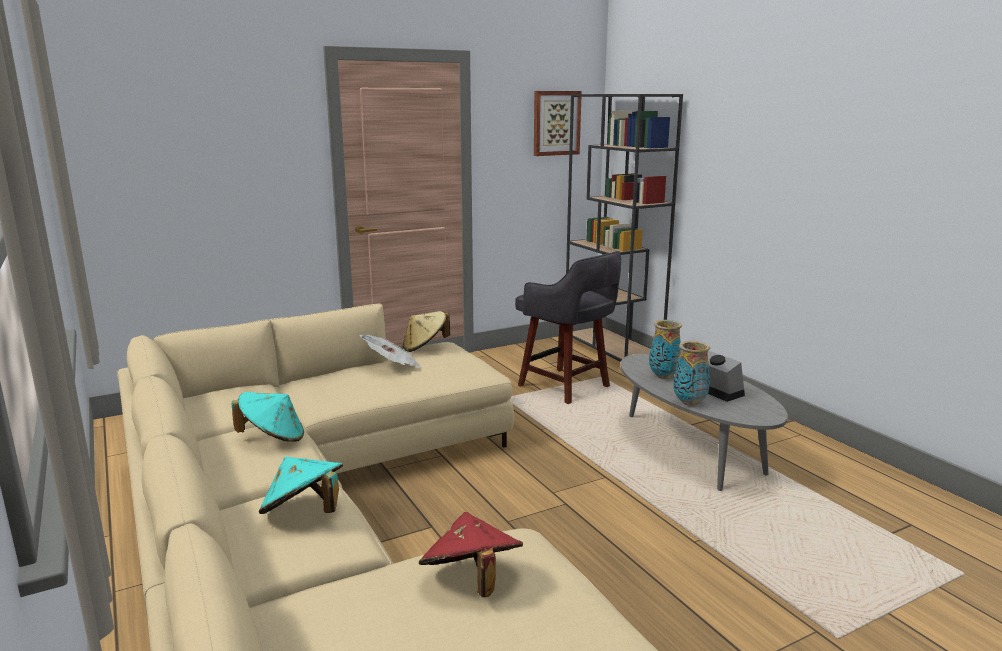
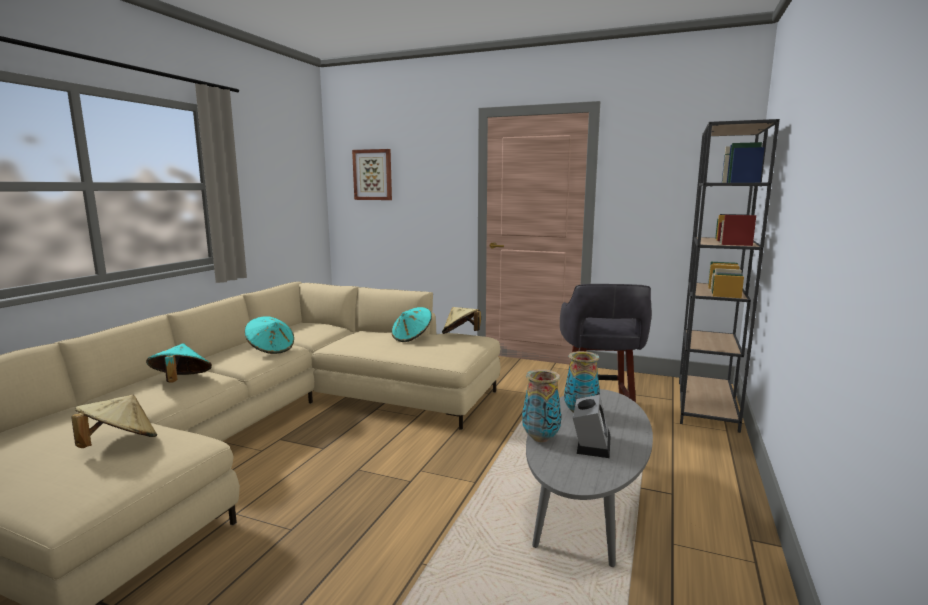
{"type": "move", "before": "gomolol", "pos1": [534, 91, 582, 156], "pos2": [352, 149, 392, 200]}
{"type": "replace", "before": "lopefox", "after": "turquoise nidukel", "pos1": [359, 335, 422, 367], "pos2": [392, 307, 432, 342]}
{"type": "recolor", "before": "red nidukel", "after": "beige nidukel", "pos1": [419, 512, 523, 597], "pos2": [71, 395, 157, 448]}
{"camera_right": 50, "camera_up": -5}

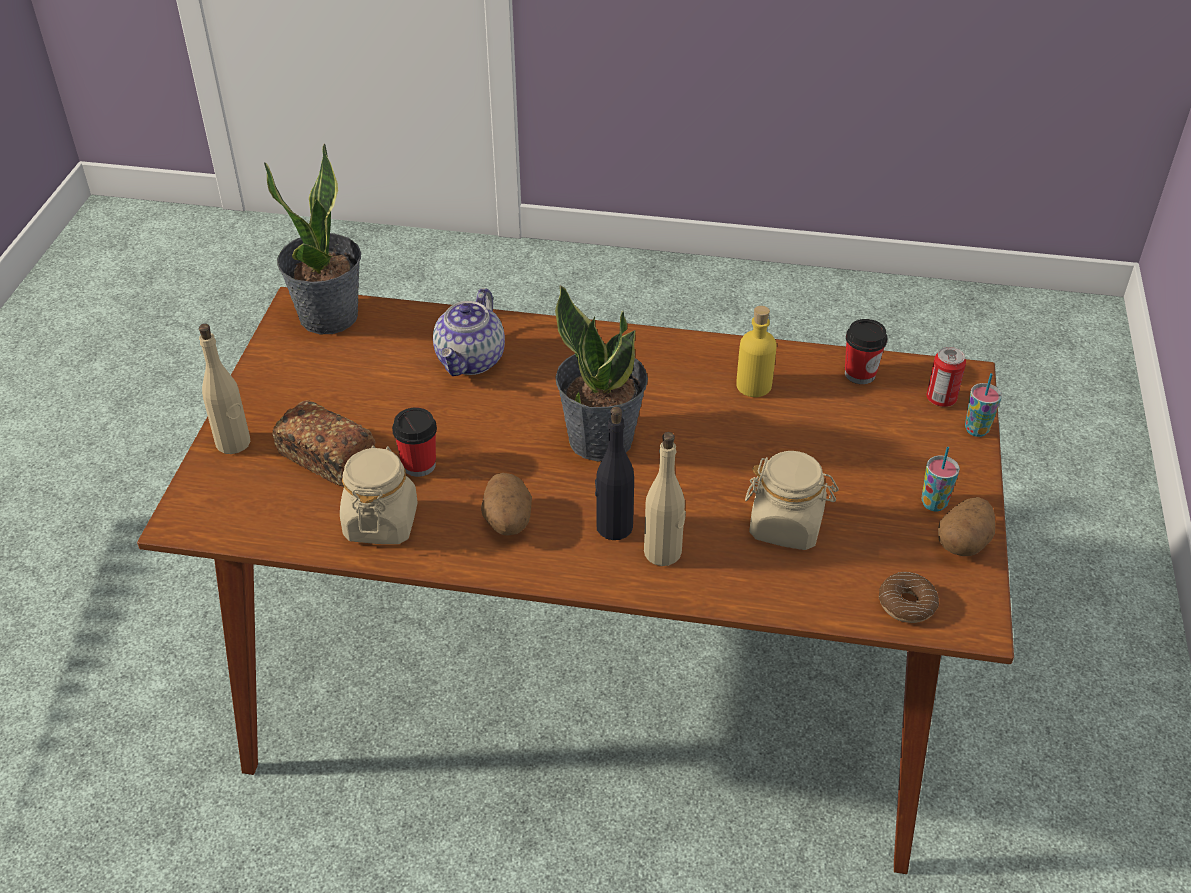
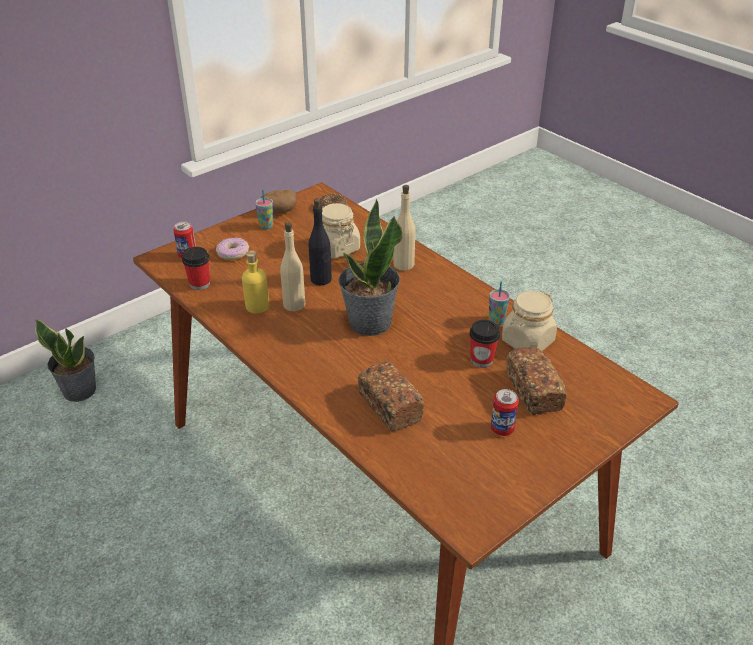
{"type": "move", "before": "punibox", "pos1": [264, 144, 361, 334], "pos2": [35, 319, 96, 402]}
{"type": "replace", "before": "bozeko", "after": "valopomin", "pos1": [433, 288, 505, 376], "pos2": [358, 362, 424, 432]}
{"type": "move", "before": "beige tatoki", "pos1": [199, 324, 250, 454], "pos2": [280, 222, 305, 311]}
{"type": "move", "before": "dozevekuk", "pos1": [965, 373, 1002, 437], "pos2": [489, 281, 510, 325]}
{"type": "move", "before": "black tatoki", "pos1": [595, 407, 634, 540], "pos2": [309, 198, 332, 286]}
{"type": "delete", "before": "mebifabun", "pos1": [481, 473, 532, 536]}
{"type": "insert", "after": "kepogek", "pos2": [216, 237, 249, 260]}
{"type": "insert", "after": "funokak", "pos2": [491, 389, 519, 436]}
{"camera_right": -140, "camera_up": -5}

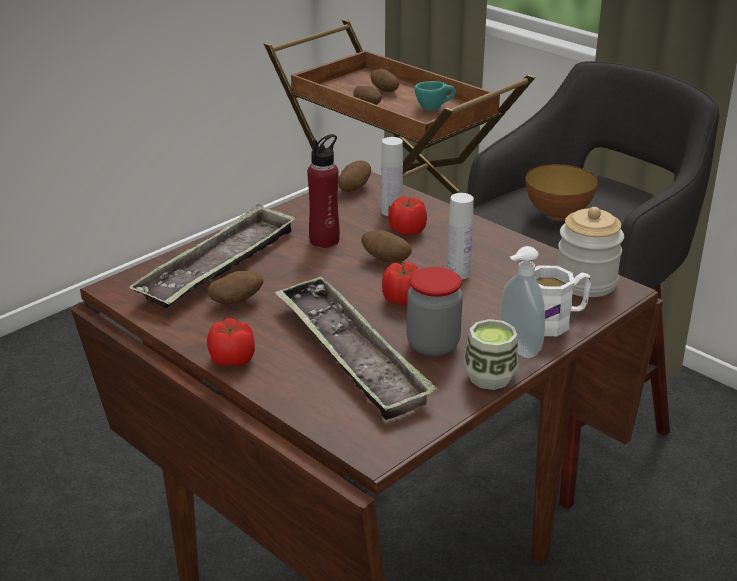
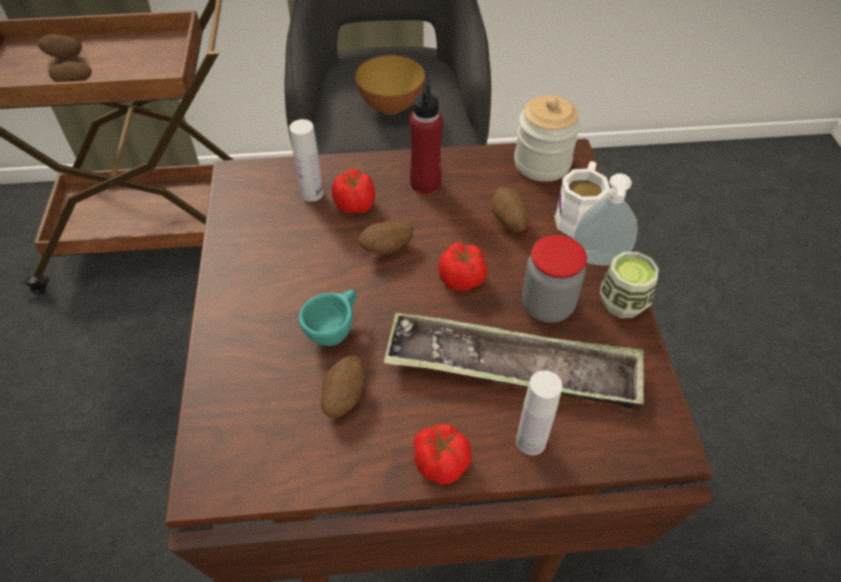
{"type": "move", "before": "turquoise dozevekuk", "pos1": [414, 81, 456, 110], "pos2": [299, 290, 357, 346]}
{"type": "move", "before": "red tatoki", "pos1": [307, 134, 340, 248], "pos2": [409, 78, 443, 194]}
{"type": "move", "before": "mebifabun", "pos1": [338, 160, 371, 192], "pos2": [492, 186, 530, 232]}
{"type": "move", "before": "white tatoki", "pos1": [447, 193, 474, 280], "pos2": [516, 370, 562, 455]}
{"type": "delete", "before": "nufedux", "pos1": [129, 204, 296, 308]}
{"camera_right": -50, "camera_up": 20}

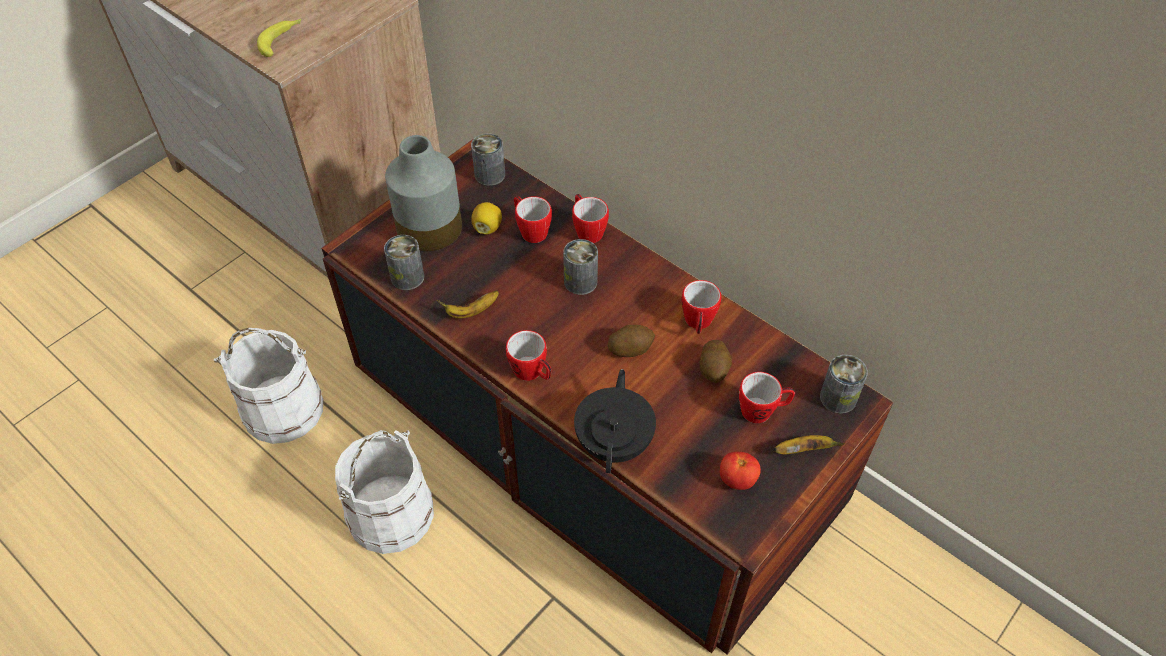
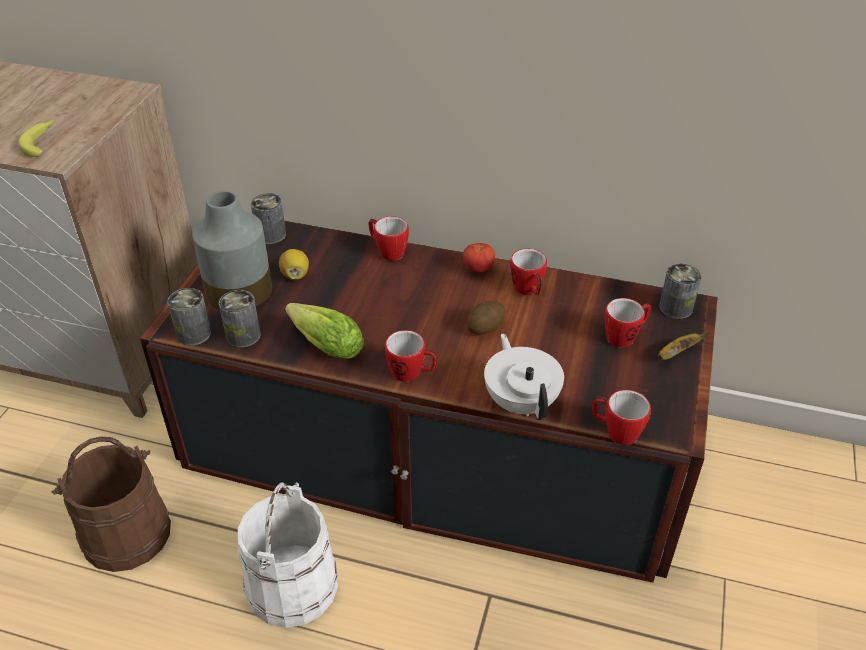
{"type": "move", "before": "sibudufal", "pos1": [514, 196, 552, 243], "pos2": [592, 390, 651, 445]}
{"type": "move", "before": "funokak", "pos1": [563, 239, 598, 295], "pos2": [167, 288, 211, 346]}
{"type": "replace", "before": "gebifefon", "after": "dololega", "pos1": [437, 290, 499, 318], "pos2": [285, 303, 364, 359]}
{"type": "recolor", "before": "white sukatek", "after": "brown sukatek", "pos1": [214, 328, 323, 444], "pos2": [51, 437, 171, 572]}
{"type": "delete", "before": "mebifabun", "pos1": [699, 340, 732, 383]}
{"type": "recolor", "before": "black bozeko", "after": "white bozeko", "pos1": [574, 369, 656, 473], "pos2": [484, 334, 564, 420]}
{"type": "move", "before": "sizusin", "pos1": [720, 452, 761, 490], "pos2": [463, 243, 495, 273]}
{"camera_right": -25, "camera_up": -10}

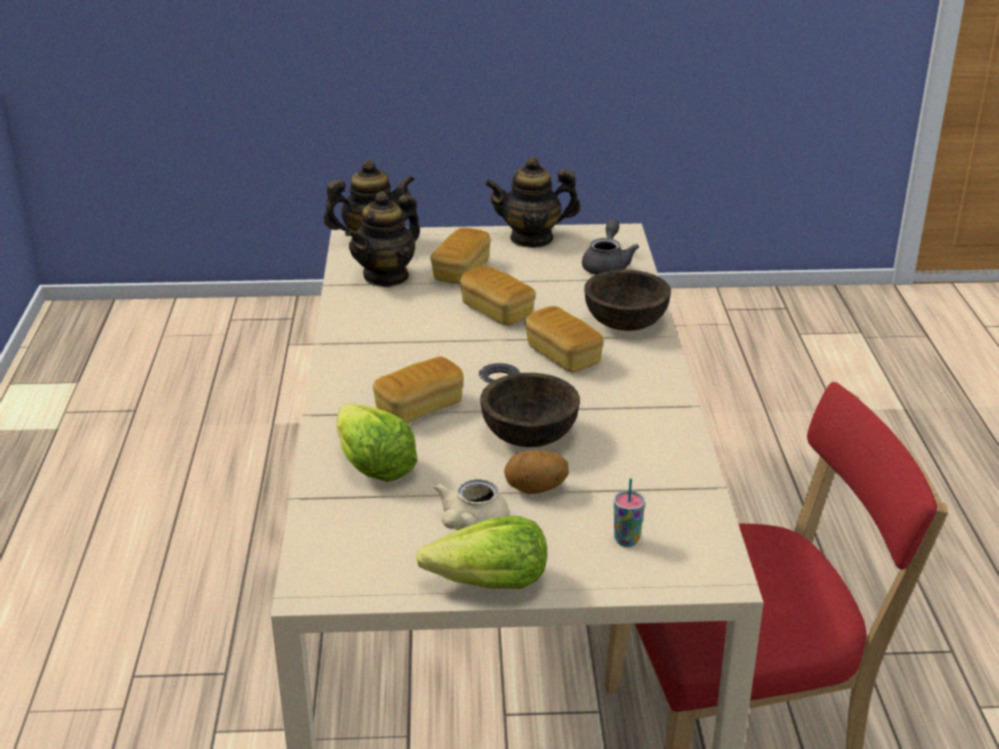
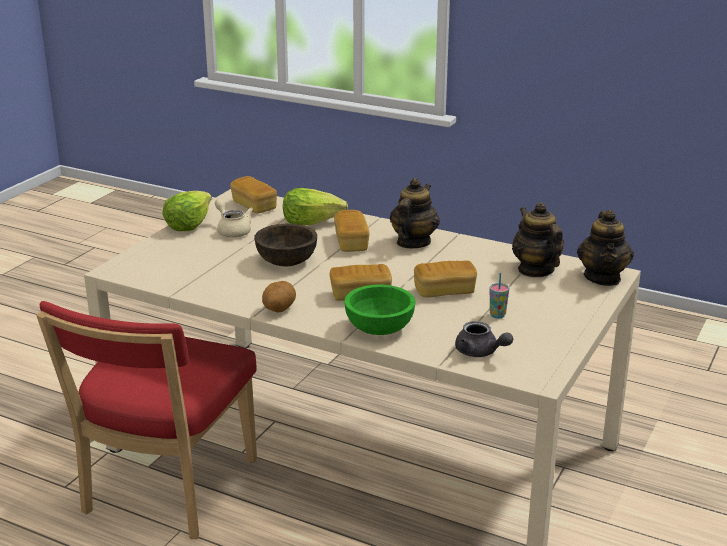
{"type": "move", "before": "bozeko", "pos1": [485, 157, 581, 248], "pos2": [390, 178, 440, 248]}
{"type": "move", "before": "valopomin", "pos1": [430, 228, 491, 284], "pos2": [230, 176, 277, 214]}
{"type": "recolor", "before": "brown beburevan", "after": "green beburevan", "pos1": [584, 269, 671, 331], "pos2": [344, 285, 415, 335]}
{"type": "move", "before": "mebifabun", "pos1": [504, 450, 569, 494], "pos2": [262, 281, 296, 313]}
{"type": "move", "before": "dozevekuk", "pos1": [614, 478, 645, 547], "pos2": [490, 273, 509, 319]}
{"camera_right": 120, "camera_up": -5}

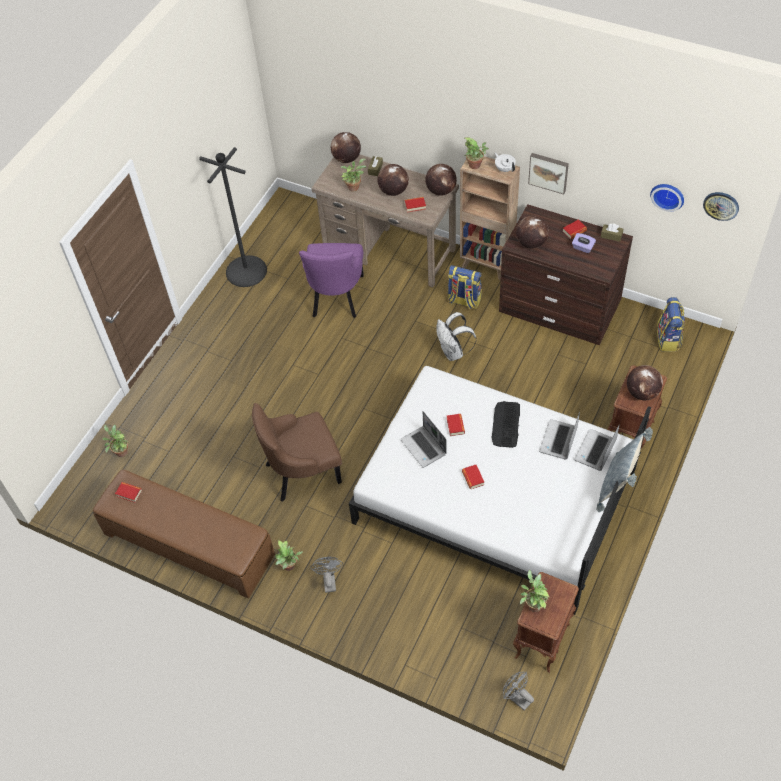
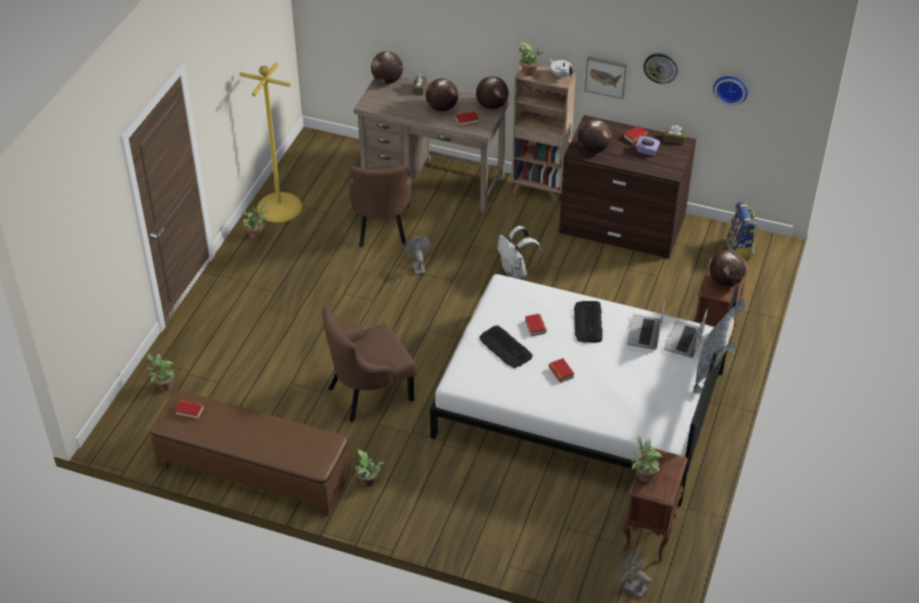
{"type": "recolor", "before": "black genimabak", "after": "yellow genimabak", "pos1": [199, 147, 267, 287], "pos2": [240, 63, 302, 223]}
{"type": "move", "before": "punibox", "pos1": [341, 158, 366, 192], "pos2": [241, 204, 268, 238]}
{"type": "move", "before": "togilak", "pos1": [703, 192, 739, 221], "pos2": [643, 53, 678, 84]}
{"type": "recolor", "before": "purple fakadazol", "after": "brown fakadazol", "pos1": [299, 243, 364, 318], "pos2": [348, 164, 411, 247]}
{"type": "delete", "before": "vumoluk", "pos1": [447, 265, 482, 309]}
{"type": "replace", "before": "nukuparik", "after": "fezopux", "pos1": [401, 412, 447, 468], "pos2": [479, 325, 533, 368]}
{"type": "move", "before": "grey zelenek", "pos1": [310, 557, 343, 593], "pos2": [402, 236, 432, 275]}
{"camera_right": -10, "camera_up": -10}

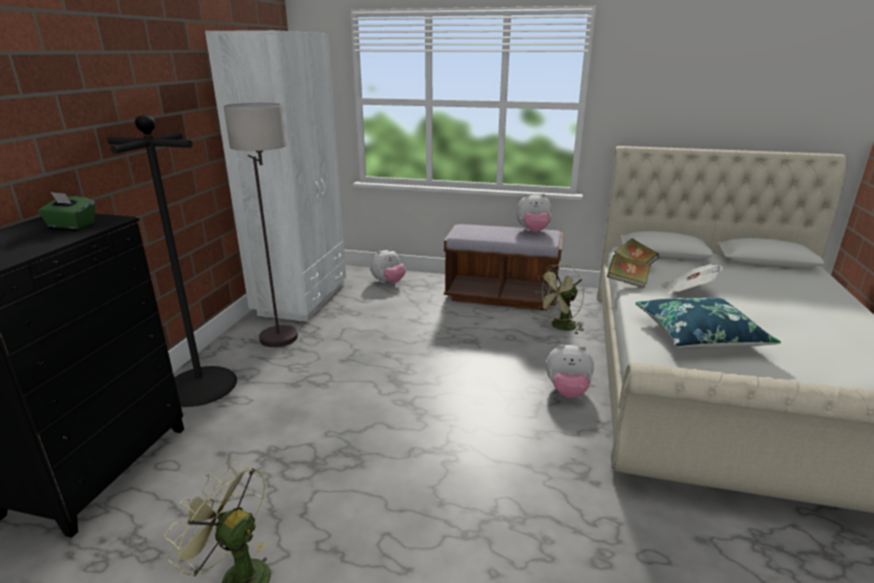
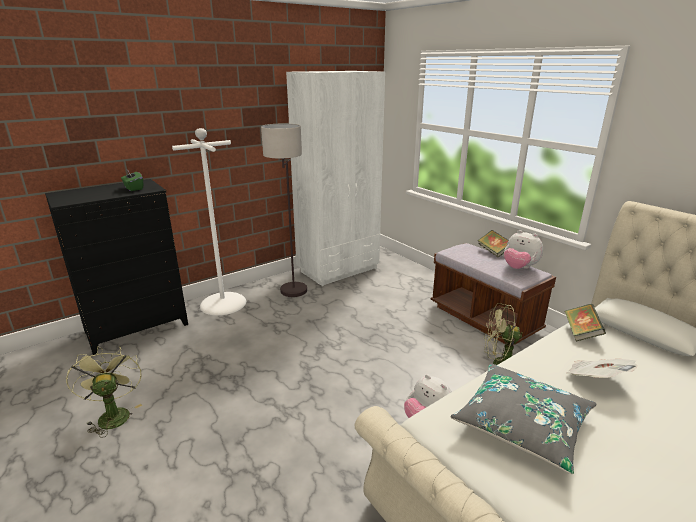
{"type": "recolor", "before": "black genimabak", "after": "white genimabak", "pos1": [107, 115, 237, 407], "pos2": [172, 128, 246, 316]}
{"type": "delete", "before": "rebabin", "pos1": [370, 248, 406, 283]}
{"type": "move", "before": "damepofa", "pos1": [607, 254, 651, 288], "pos2": [478, 230, 508, 257]}
{"type": "recolor", "before": "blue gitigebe", "after": "grey gitigebe", "pos1": [635, 298, 781, 348], "pos2": [450, 364, 597, 474]}
{"camera_right": 40, "camera_up": 0}

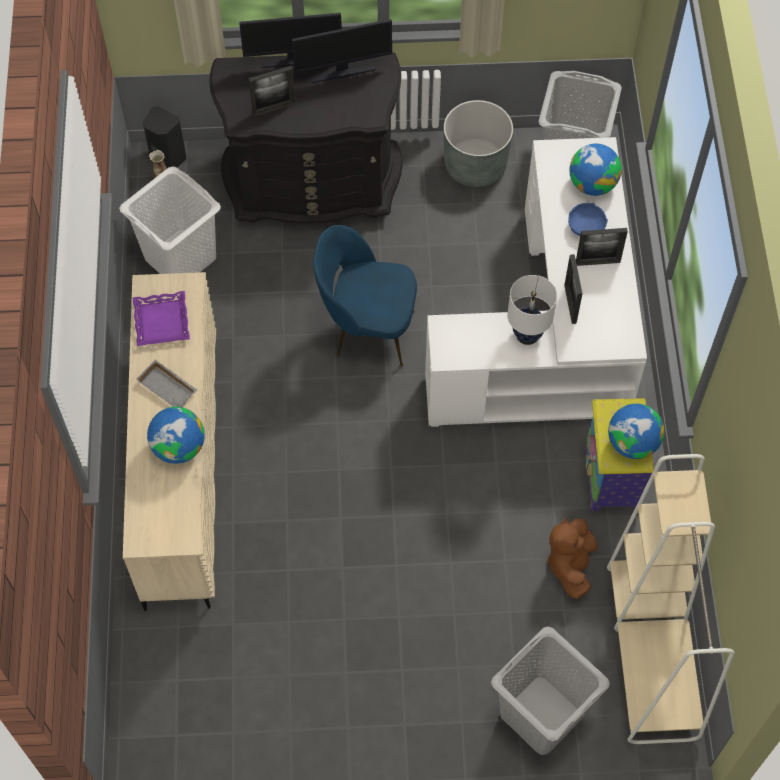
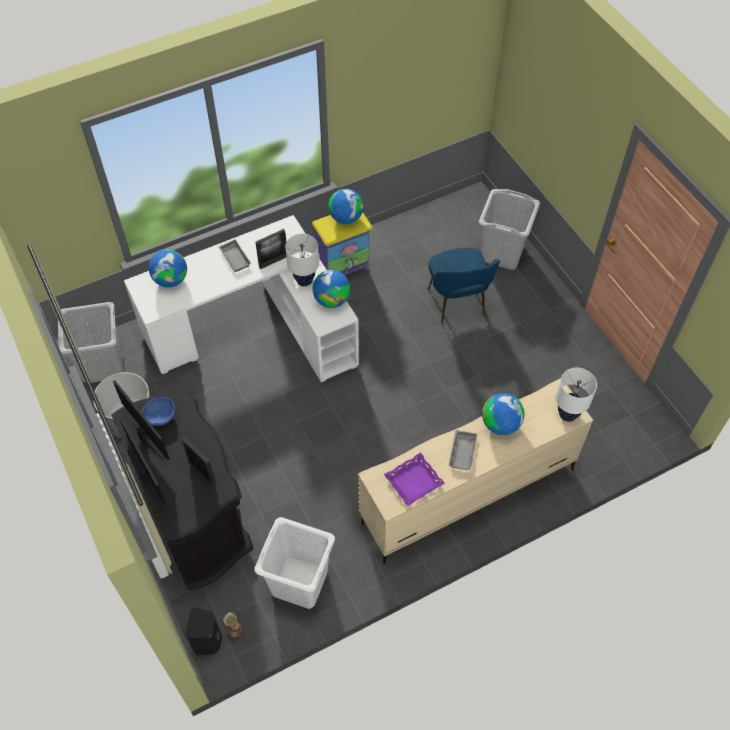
{"type": "move", "before": "blue beburevan", "pos1": [568, 203, 608, 236], "pos2": [142, 397, 175, 426]}
{"type": "move", "before": "blue fakadazol", "pos1": [313, 225, 417, 367], "pos2": [428, 248, 500, 324]}
{"type": "replace", "before": "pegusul", "after": "grey nufedux", "pos1": [576, 228, 628, 266], "pos2": [219, 239, 251, 272]}
{"type": "delete", "before": "beige genimabak", "pos1": [607, 454, 735, 744]}
{"type": "delete", "before": "brown rebabin", "pos1": [547, 518, 598, 599]}
{"type": "insert", "after": "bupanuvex", "pos2": [312, 270, 350, 308]}
{"type": "insert", "after": "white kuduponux", "pos2": [556, 368, 597, 421]}
{"camera_right": -115, "camera_up": -5}

